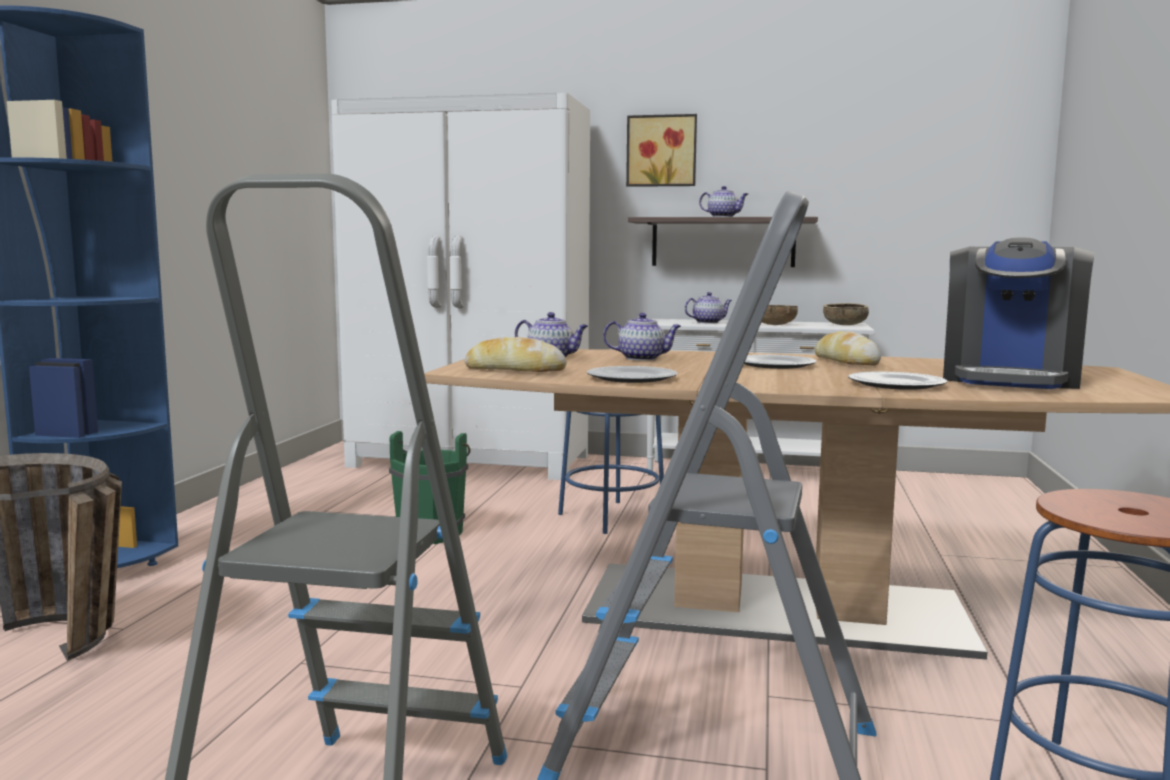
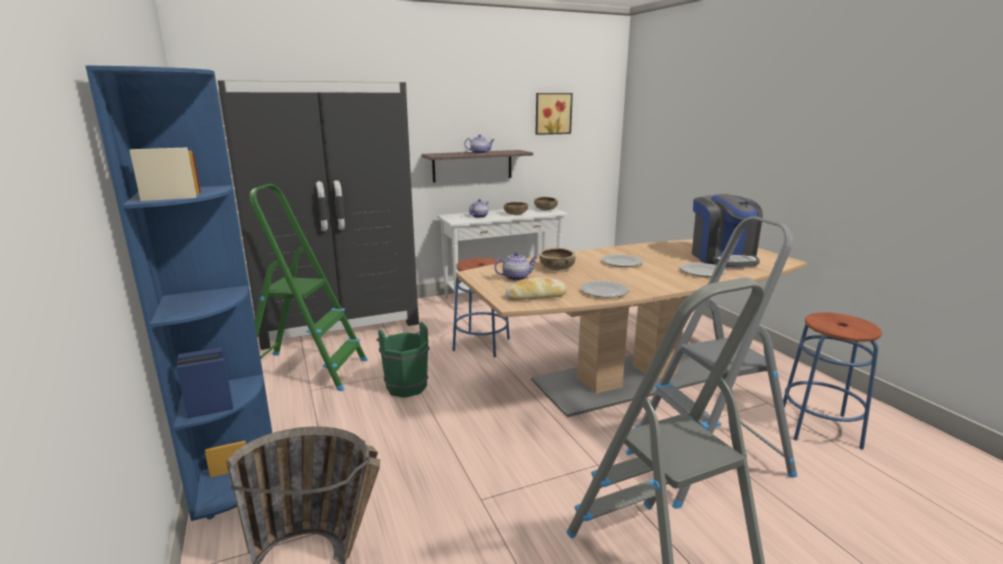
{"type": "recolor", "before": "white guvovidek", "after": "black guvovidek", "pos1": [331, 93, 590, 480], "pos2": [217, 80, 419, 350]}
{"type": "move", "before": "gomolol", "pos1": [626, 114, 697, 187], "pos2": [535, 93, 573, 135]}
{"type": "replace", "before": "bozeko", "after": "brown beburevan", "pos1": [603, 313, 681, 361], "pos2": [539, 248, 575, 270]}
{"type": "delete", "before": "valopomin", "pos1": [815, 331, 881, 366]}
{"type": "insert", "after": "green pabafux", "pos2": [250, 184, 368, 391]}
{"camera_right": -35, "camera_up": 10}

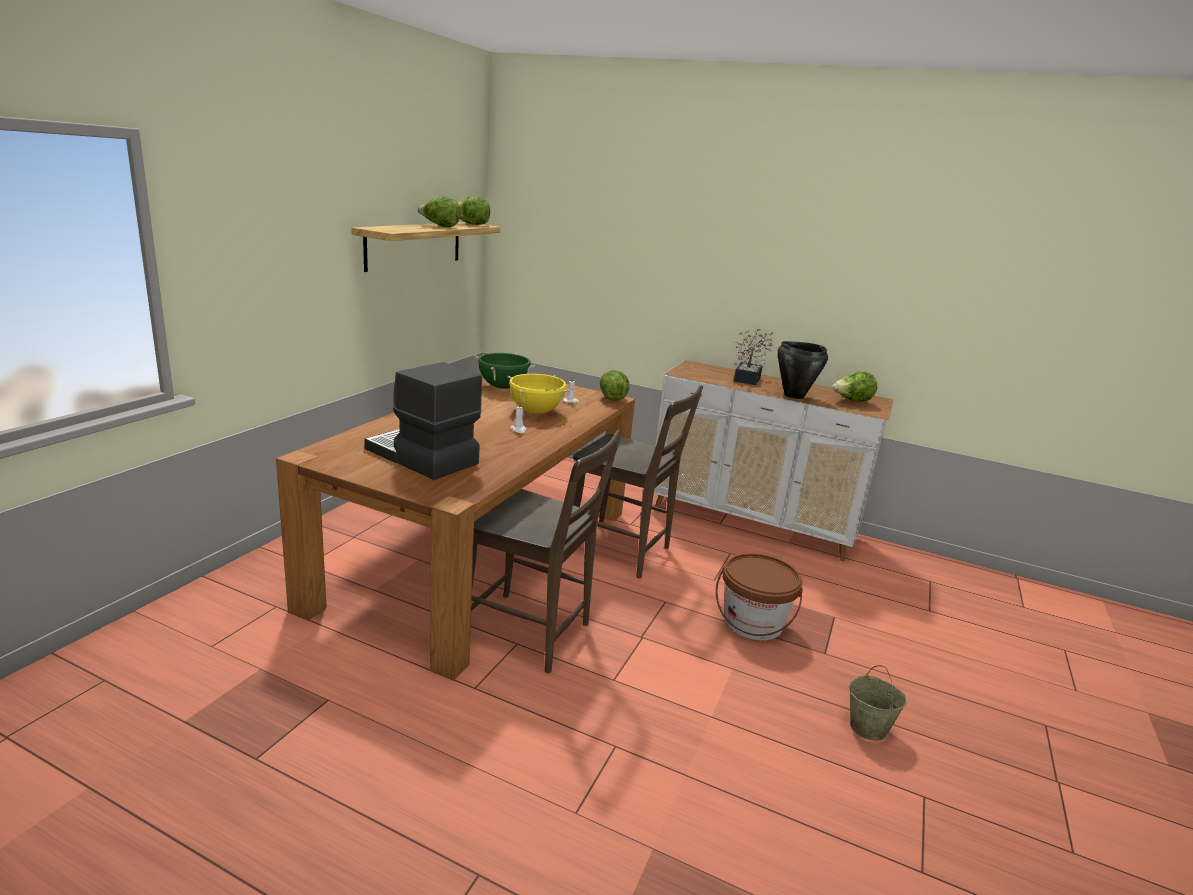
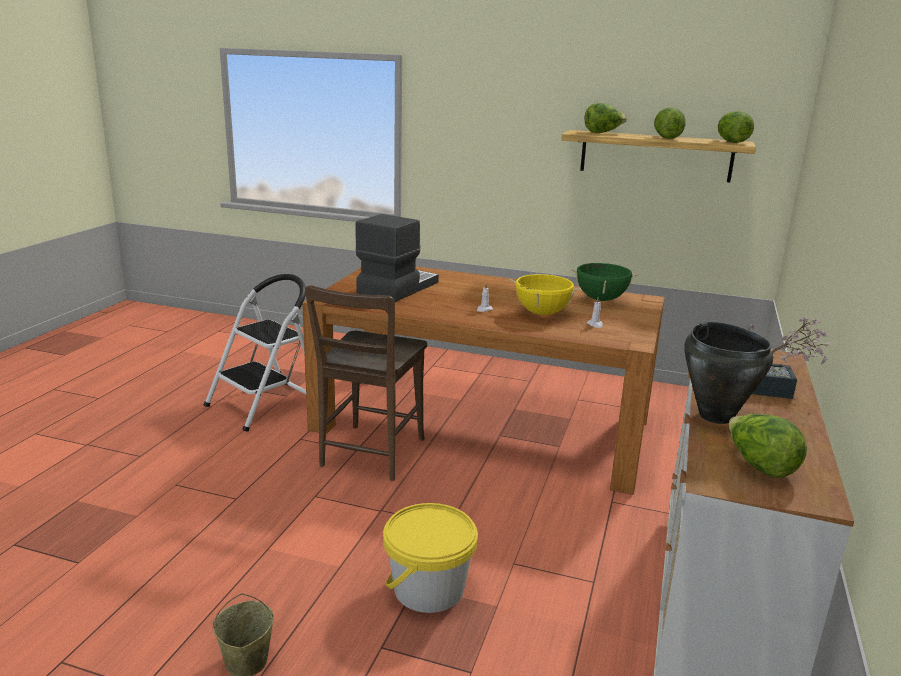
{"type": "move", "before": "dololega", "pos1": [600, 370, 629, 401], "pos2": [584, 103, 627, 133]}
{"type": "delete", "before": "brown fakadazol", "pos1": [573, 385, 703, 579]}
{"type": "recolor", "before": "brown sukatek", "after": "yellow sukatek", "pos1": [716, 553, 803, 641], "pos2": [383, 503, 478, 613]}
{"type": "insert", "after": "pabafux", "pos2": [204, 274, 306, 431]}
{"camera_right": 85, "camera_up": 0}

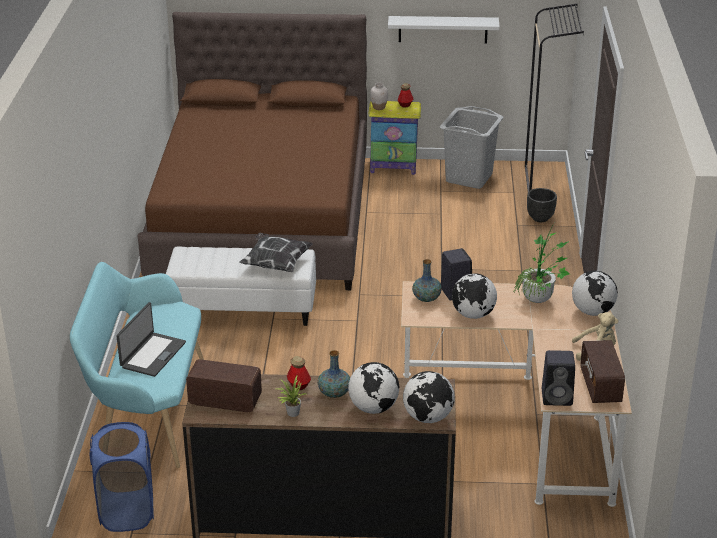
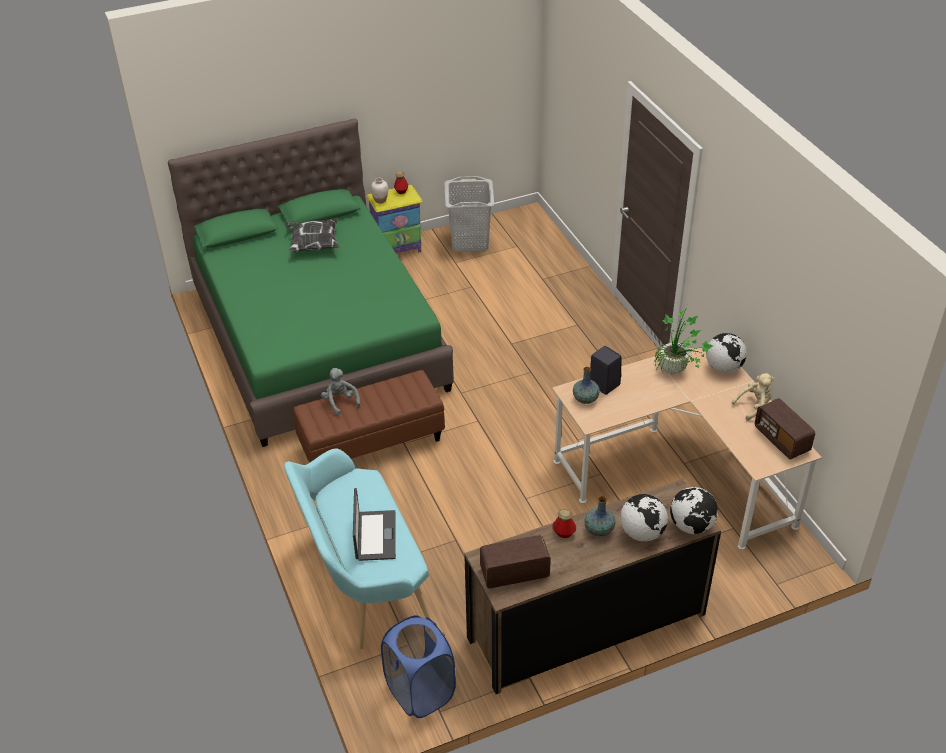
{"type": "delete", "before": "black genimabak", "pos1": [525, 3, 584, 192]}
{"type": "recolor", "before": "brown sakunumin", "after": "green sakunumin", "pos1": [138, 12, 367, 290], "pos2": [168, 118, 454, 447]}
{"type": "delete", "before": "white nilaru", "pos1": [388, 16, 500, 44]}
{"type": "delete", "before": "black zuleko", "pos1": [527, 188, 557, 222]}
{"type": "move", "before": "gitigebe", "pos1": [239, 233, 313, 272], "pos2": [286, 219, 340, 252]}
{"type": "recolor", "before": "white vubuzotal", "after": "brown vubuzotal", "pos1": [166, 247, 316, 326], "pos2": [293, 370, 445, 463]}
{"type": "delete", "before": "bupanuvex", "pos1": [452, 273, 497, 319]}
{"type": "delete", "before": "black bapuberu", "pos1": [542, 350, 575, 406]}
{"type": "delete", "before": "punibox", "pos1": [277, 376, 306, 417]}
{"type": "insert", "after": "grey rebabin", "pos2": [321, 368, 360, 415]}
{"camera_right": -25, "camera_up": 10}

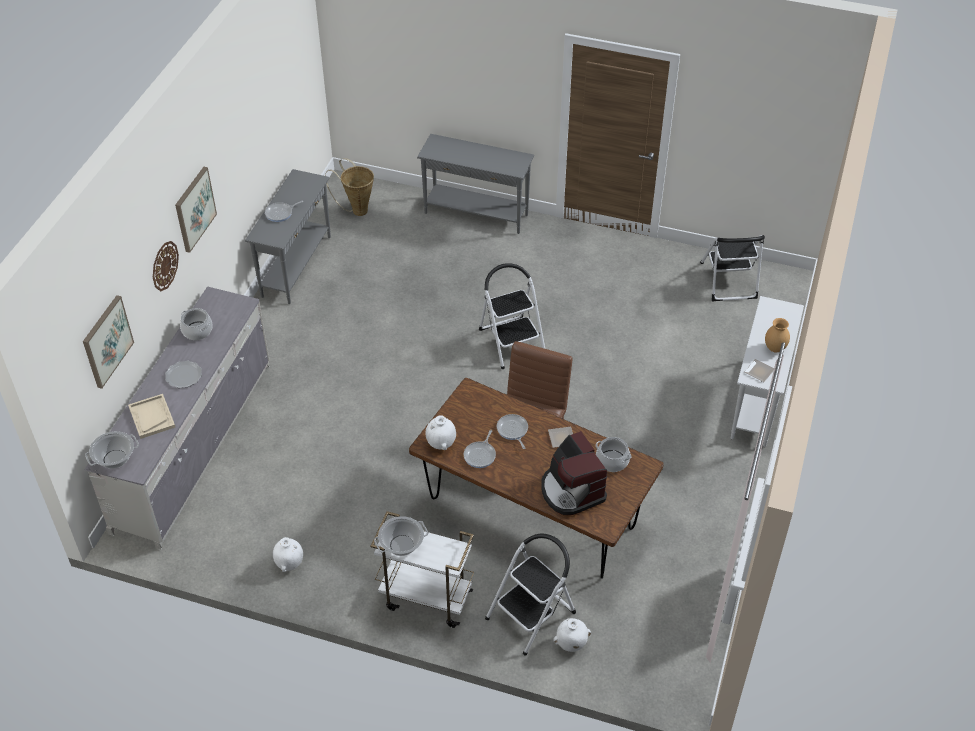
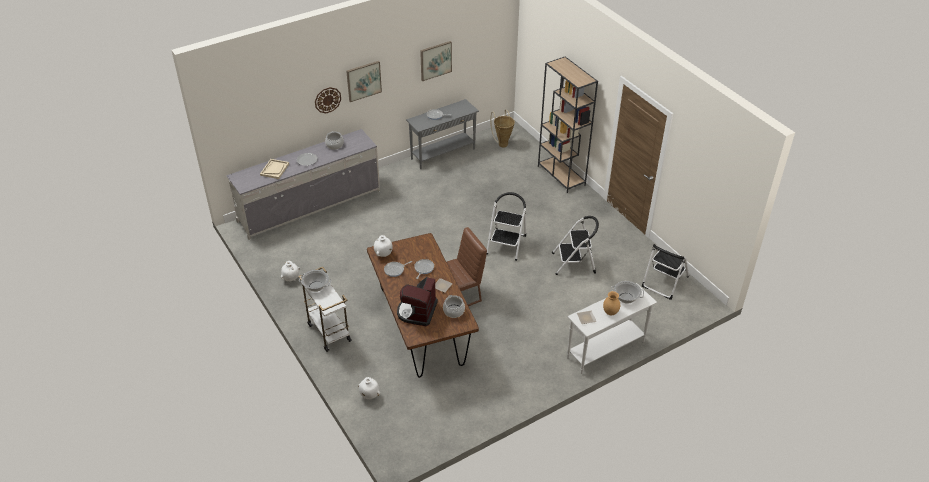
{"type": "replace", "before": "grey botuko", "after": "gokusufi", "pos1": [417, 134, 534, 234], "pos2": [538, 57, 598, 193]}
{"type": "move", "before": "gomolol", "pos1": [83, 295, 134, 389], "pos2": [420, 41, 452, 81]}
{"type": "move", "before": "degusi", "pos1": [85, 431, 139, 469], "pos2": [611, 281, 644, 304]}
{"type": "move", "before": "pabafux", "pos1": [485, 534, 576, 656], "pos2": [552, 216, 599, 275]}
{"camera_right": 40, "camera_up": -5}

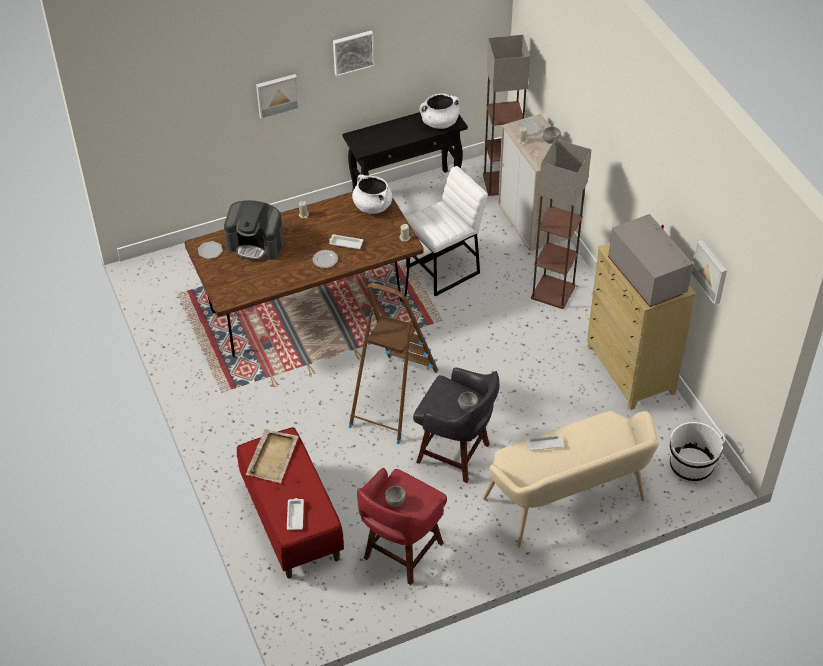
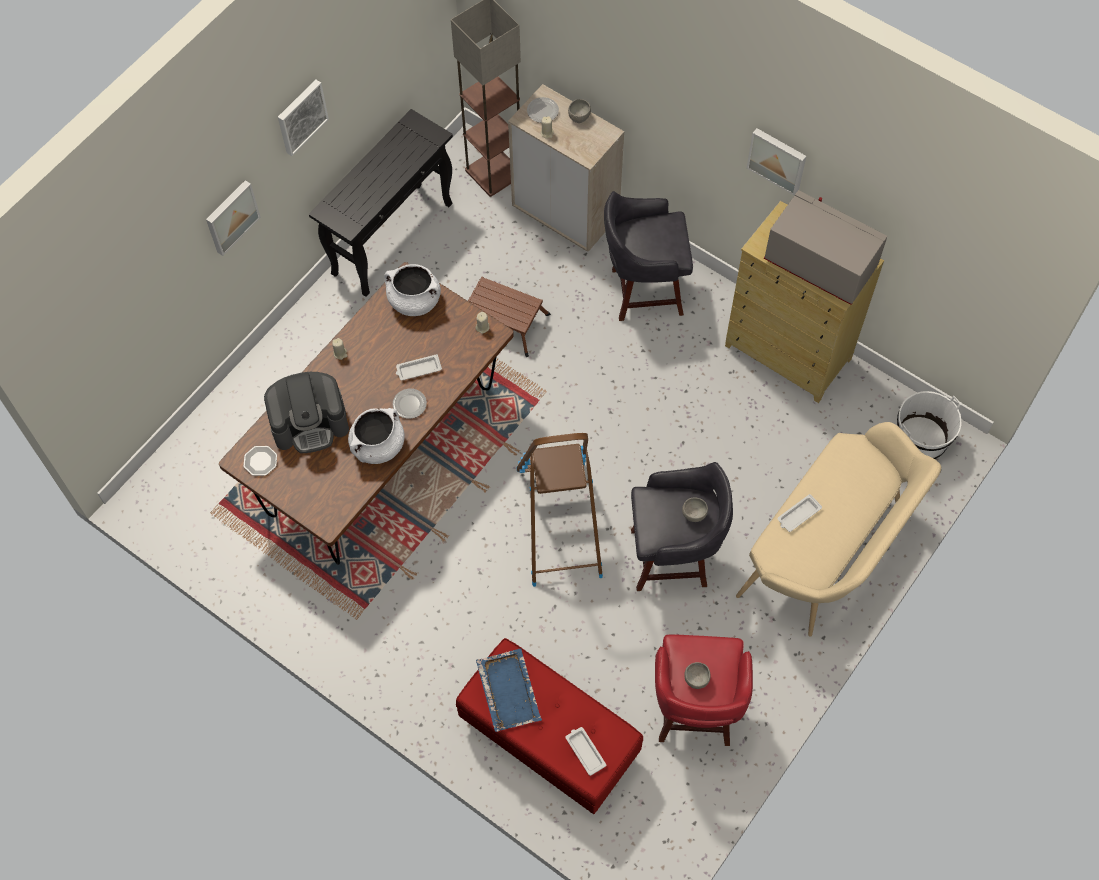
{"type": "move", "before": "white degusi", "pos1": [420, 94, 460, 129], "pos2": [348, 408, 405, 464]}
{"type": "replace", "before": "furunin", "after": "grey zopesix", "pos1": [531, 139, 592, 309], "pos2": [604, 191, 693, 321]}
{"type": "replace", "before": "white fakadazol", "after": "brown pabafux", "pos1": [405, 166, 488, 297], "pos2": [468, 276, 551, 357]}
{"type": "move", "before": "gomolol", "pos1": [691, 239, 727, 305], "pos2": [747, 128, 806, 196]}
{"type": "recolor", "before": "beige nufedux", "after": "blue nufedux", "pos1": [246, 429, 298, 483], "pos2": [476, 648, 542, 732]}
{"camera_right": -30, "camera_up": 15}

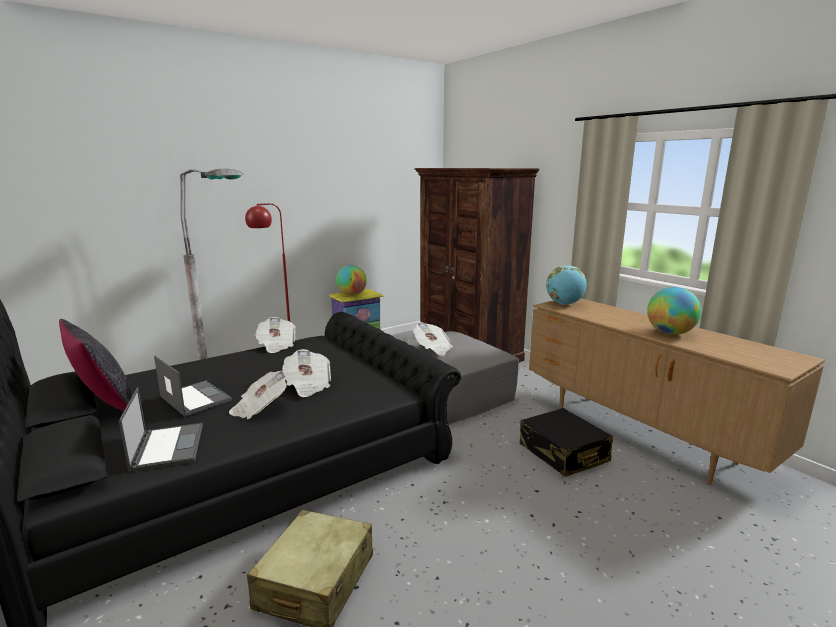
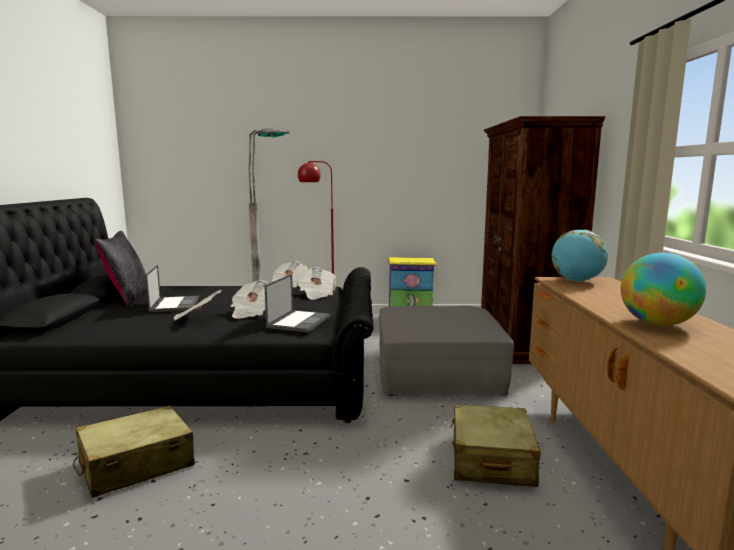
{"type": "delete", "before": "bupanuvex", "pos1": [336, 265, 367, 296]}
{"type": "move", "before": "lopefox", "pos1": [413, 322, 453, 356], "pos2": [297, 267, 337, 299]}
{"type": "move", "before": "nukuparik", "pos1": [119, 387, 203, 472], "pos2": [264, 274, 331, 332]}
{"type": "recolor", "before": "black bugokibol", "after": "beige bugokibol", "pos1": [520, 408, 613, 477], "pos2": [451, 404, 541, 487]}
{"camera_right": 35, "camera_up": -5}

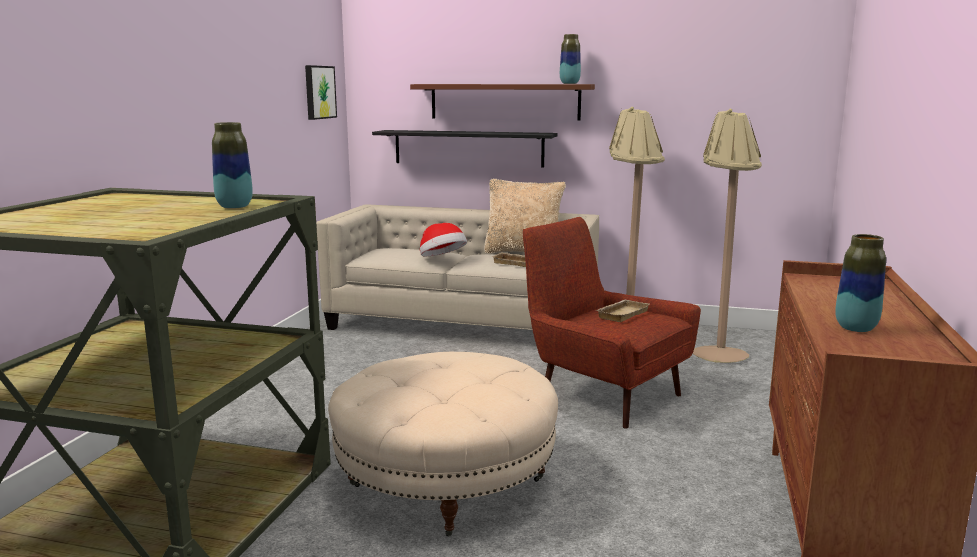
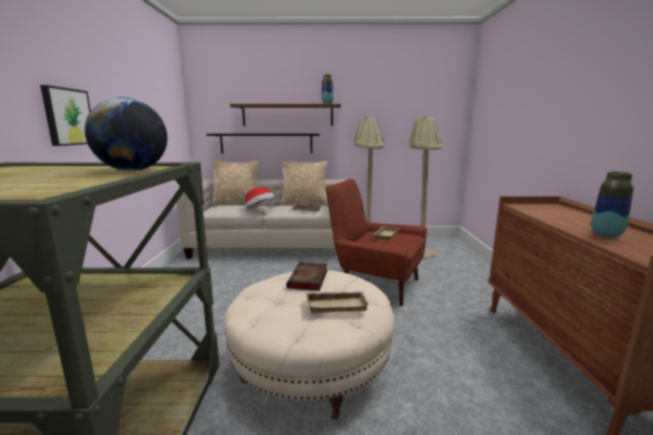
{"type": "move", "before": "gomolol", "pos1": [305, 65, 337, 120], "pos2": [40, 85, 91, 146]}
{"type": "replace", "before": "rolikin", "after": "bupanuvex", "pos1": [212, 122, 253, 209], "pos2": [85, 97, 167, 171]}
{"type": "insert", "after": "beige gitigebe", "pos2": [213, 161, 259, 205]}
{"type": "insert", "after": "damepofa", "pos2": [286, 262, 328, 291]}
{"type": "insert", "after": "beige nufedux", "pos2": [306, 291, 369, 313]}
{"camera_right": -15, "camera_up": 0}

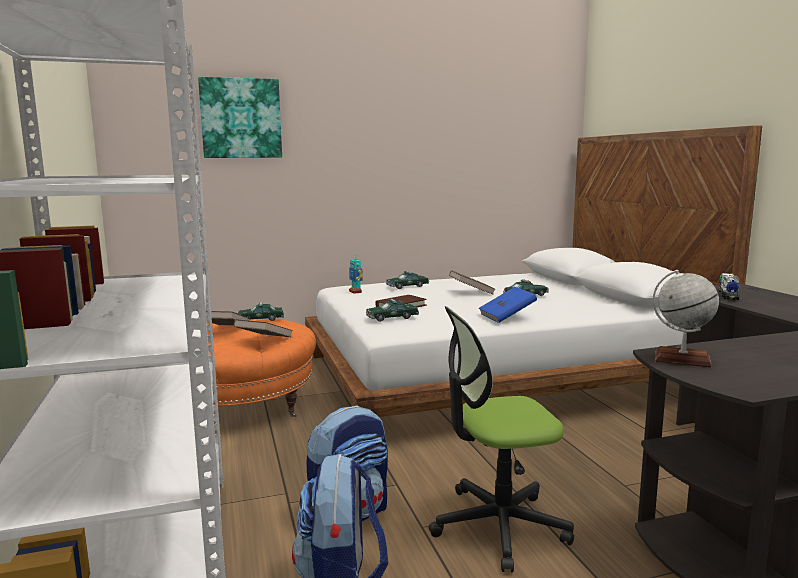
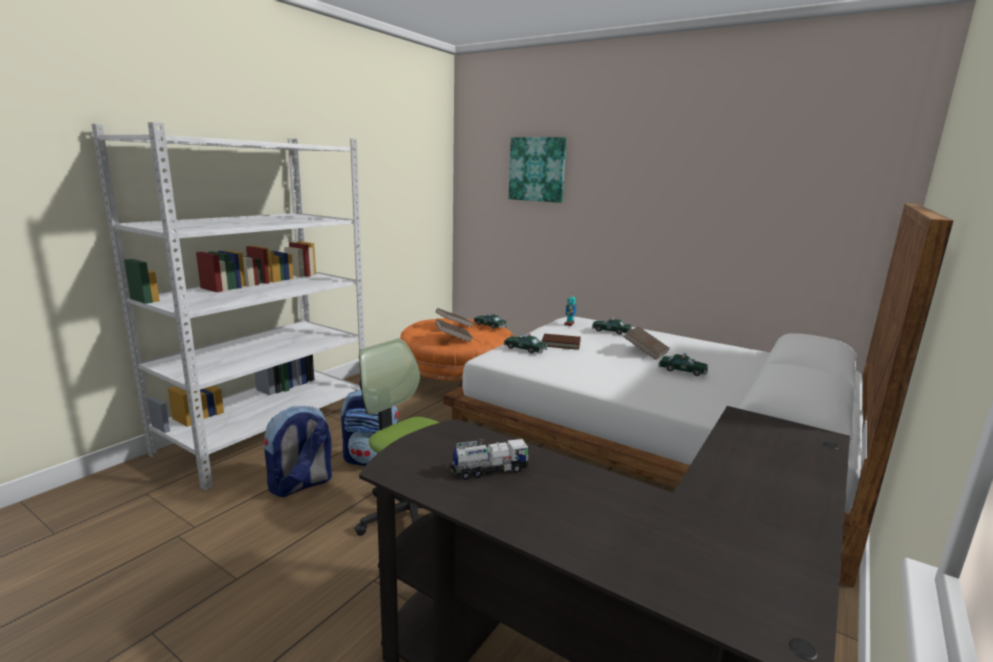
{"type": "delete", "before": "bupanuvex", "pos1": [653, 270, 719, 368]}
{"type": "move", "before": "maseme", "pos1": [719, 273, 740, 300], "pos2": [450, 438, 529, 480]}
{"type": "delete", "before": "blue damepofa", "pos1": [479, 287, 537, 323]}
{"camera_right": 50, "camera_up": 5}

